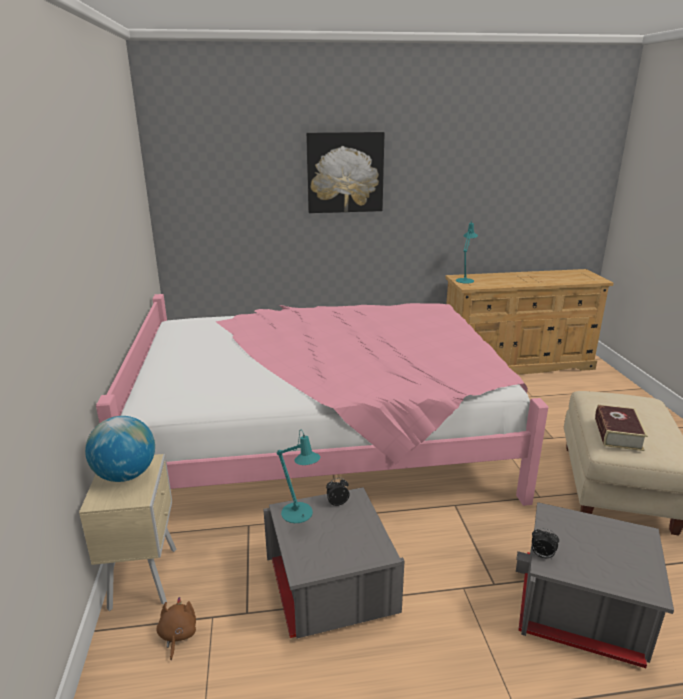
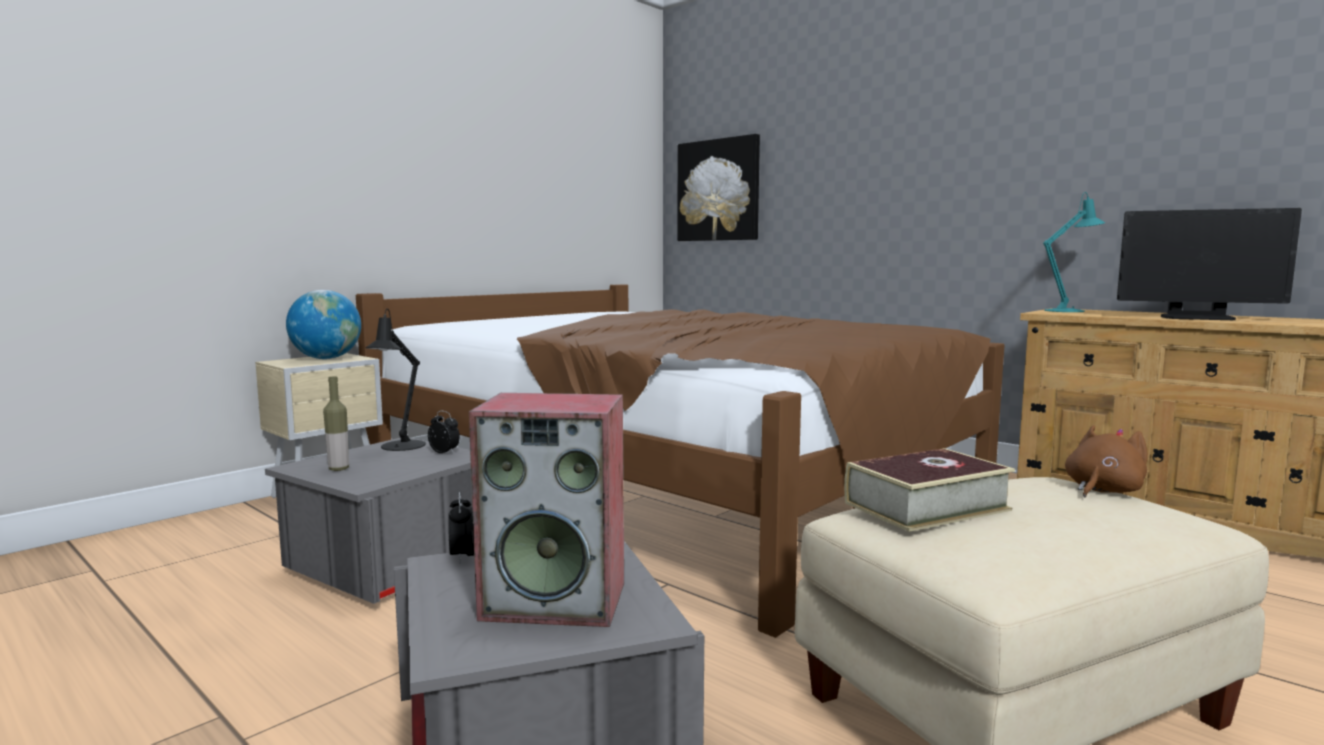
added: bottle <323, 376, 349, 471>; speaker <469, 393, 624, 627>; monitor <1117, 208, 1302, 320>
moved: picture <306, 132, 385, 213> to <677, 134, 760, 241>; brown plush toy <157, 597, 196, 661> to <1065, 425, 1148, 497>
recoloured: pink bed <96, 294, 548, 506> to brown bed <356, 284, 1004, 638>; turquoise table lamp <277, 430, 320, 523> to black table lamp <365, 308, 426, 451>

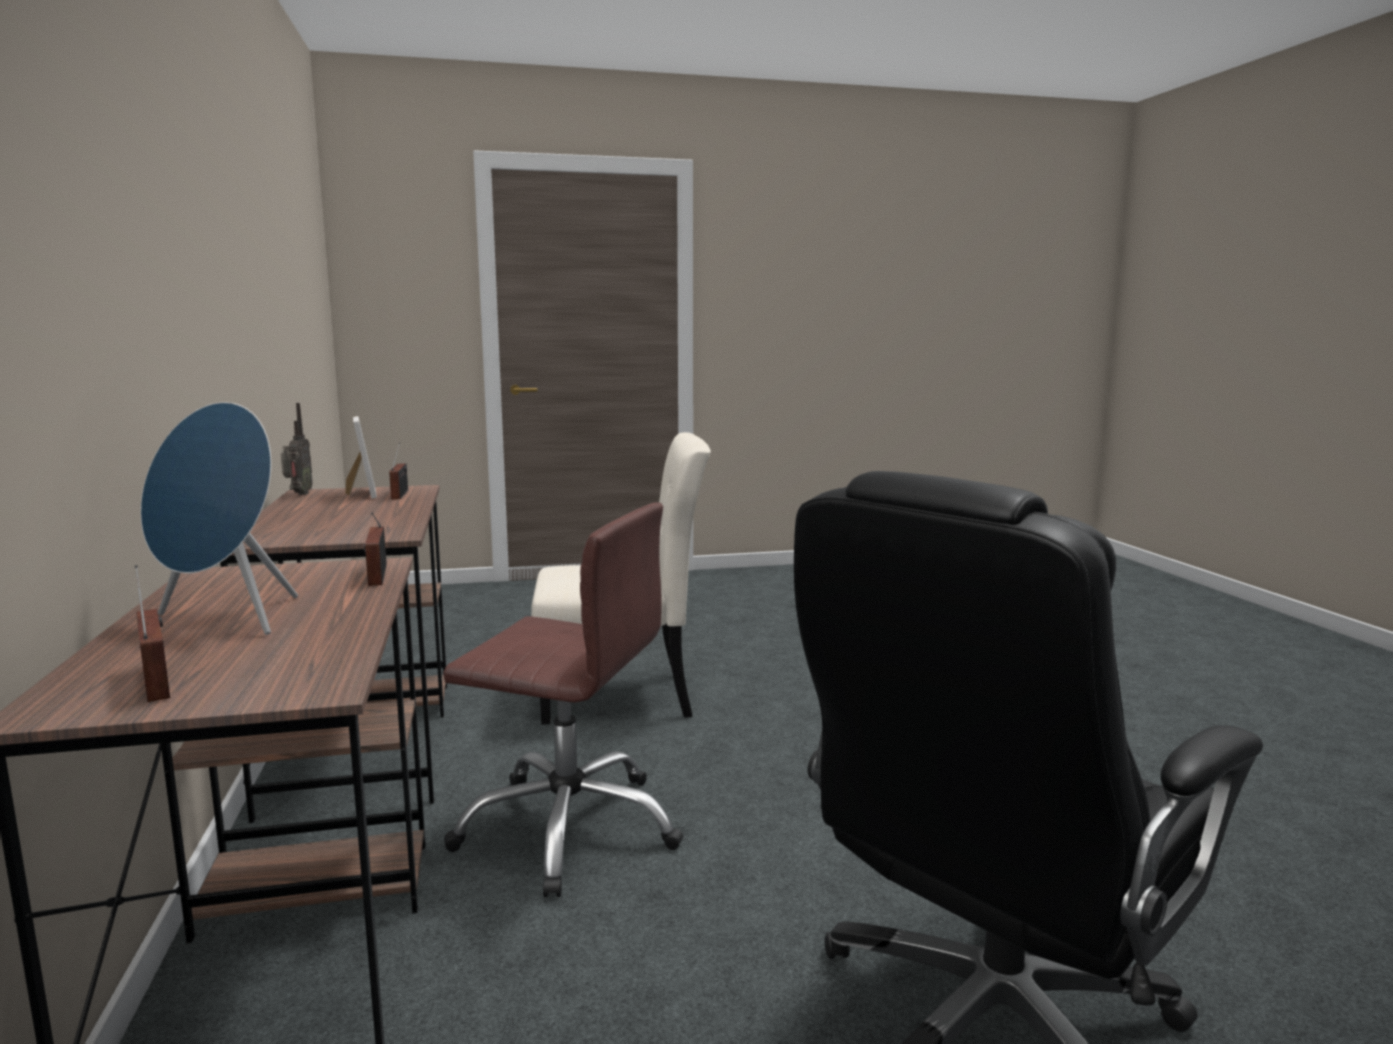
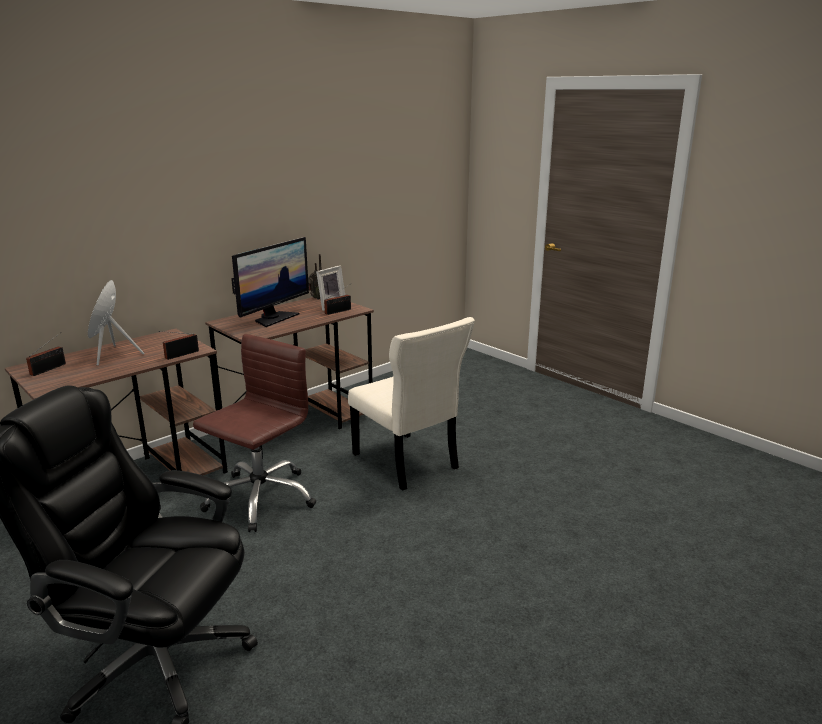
added: monitor <231, 237, 309, 327>
turned: brown office chair <443, 502, 683, 897> = <193, 334, 316, 532> 135 degrees counterclockwise

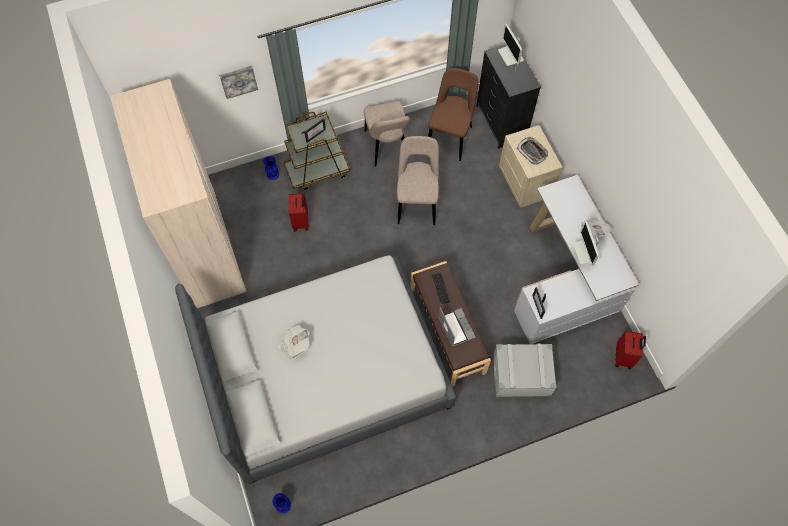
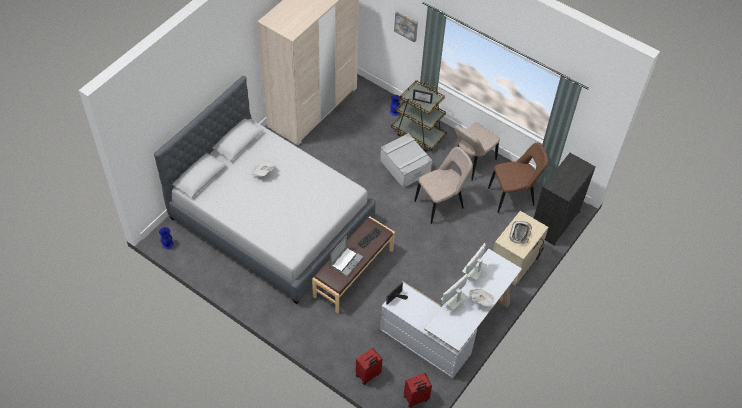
moved: red suitcase <288, 193, 308, 231> to <356, 348, 382, 385>; grey storage box <493, 344, 557, 397> to <380, 133, 432, 188>; monitor <498, 24, 524, 70> to <462, 243, 487, 283>

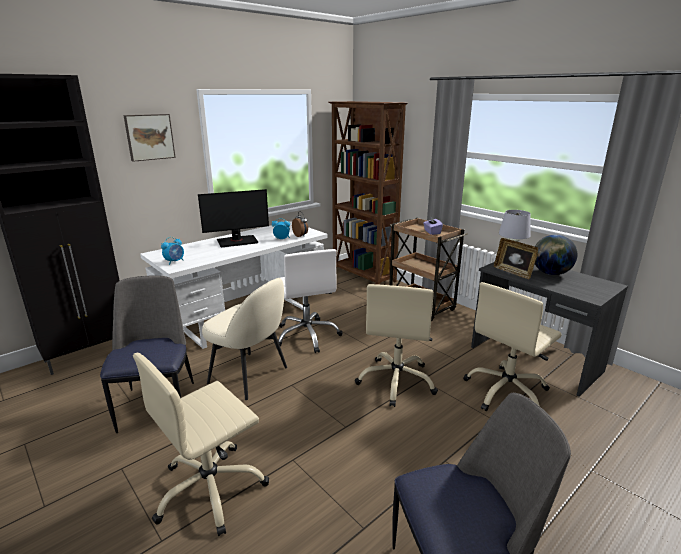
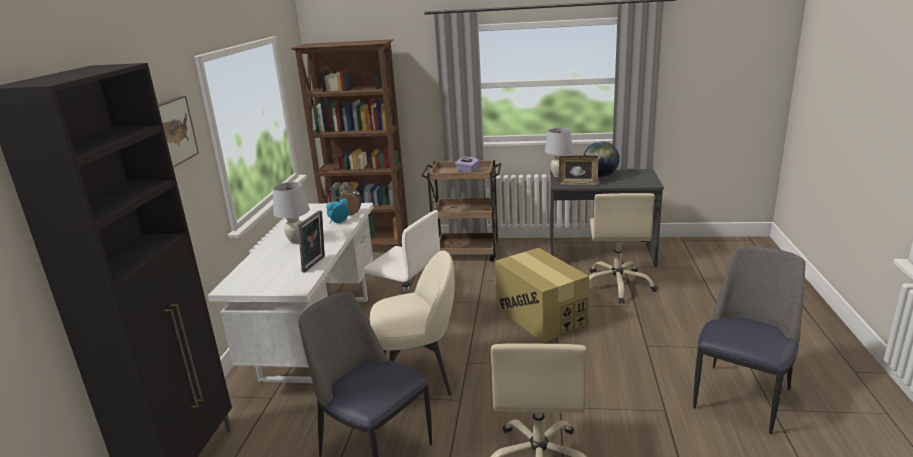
removed: alarm clock <161, 237, 184, 265>
added: picture frame <298, 210, 325, 273>
replaced: monitor <198, 189, 269, 247> to white table lamp <273, 182, 310, 244>; beige office chair <355, 284, 438, 407> to cardboard box <495, 248, 589, 343>

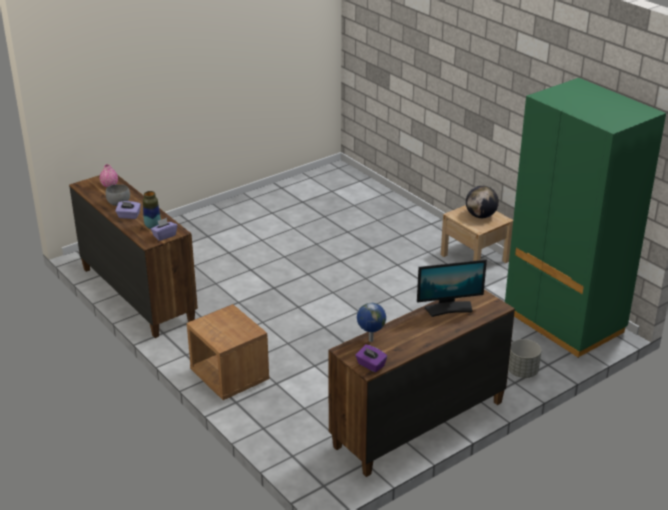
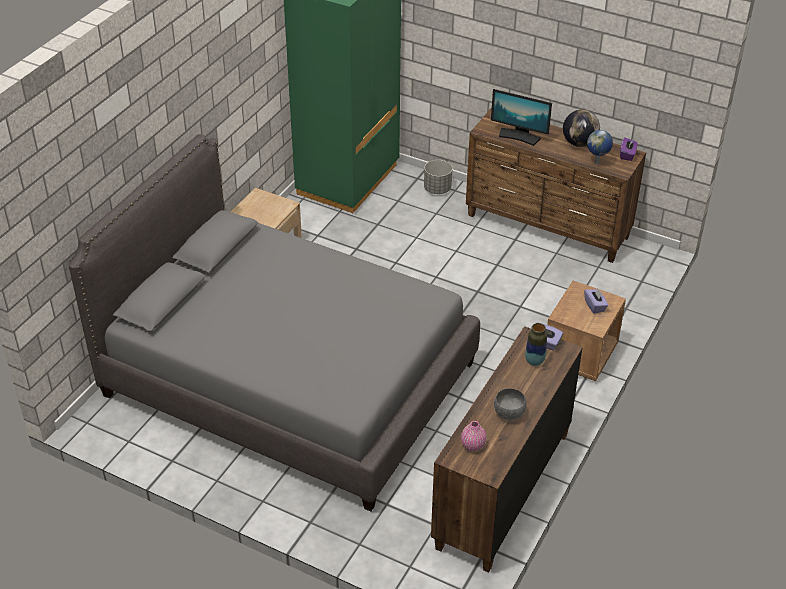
added: grey bed <69, 134, 480, 512>
moved: globe <466, 186, 499, 218> to <563, 110, 600, 147>; purple tissue box <115, 201, 141, 219> to <584, 289, 608, 314>
turned: monitor <417, 260, 487, 317> = <491, 89, 552, 146> 150 degrees clockwise

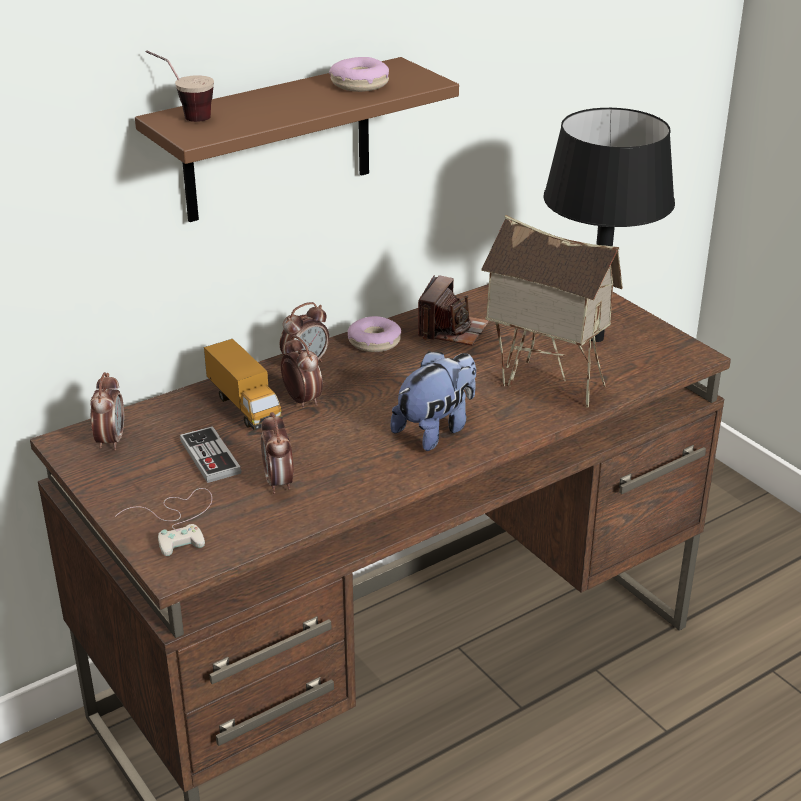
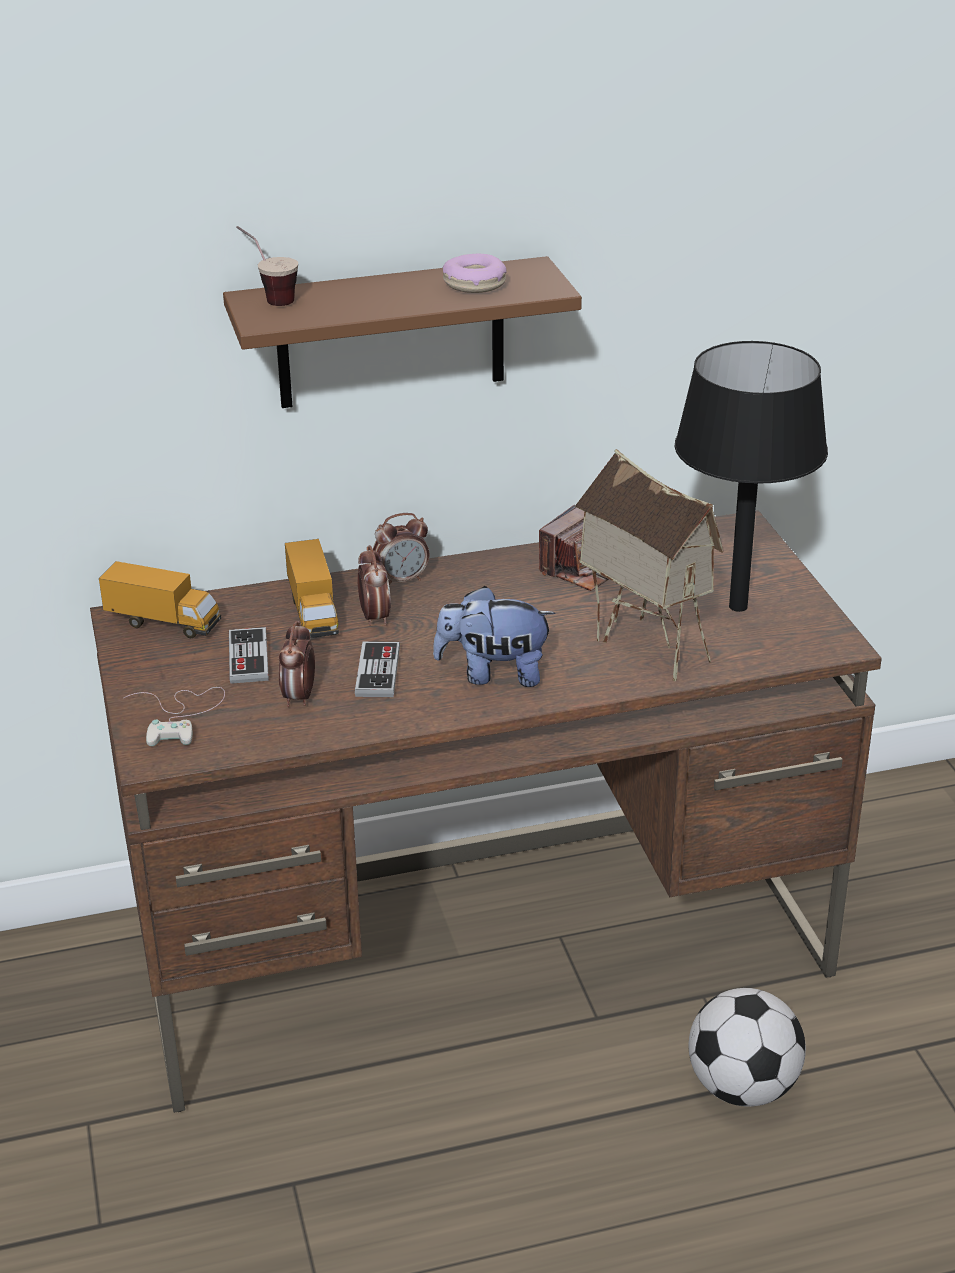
removed: donut <347, 316, 401, 352>
added: game controller <355, 641, 400, 697>; football <689, 988, 806, 1107>
replaced: alarm clock <90, 372, 124, 450> to toy truck <99, 561, 221, 638>
turned: plush toy <391, 351, 476, 451> = <433, 586, 556, 687> 150 degrees counterclockwise

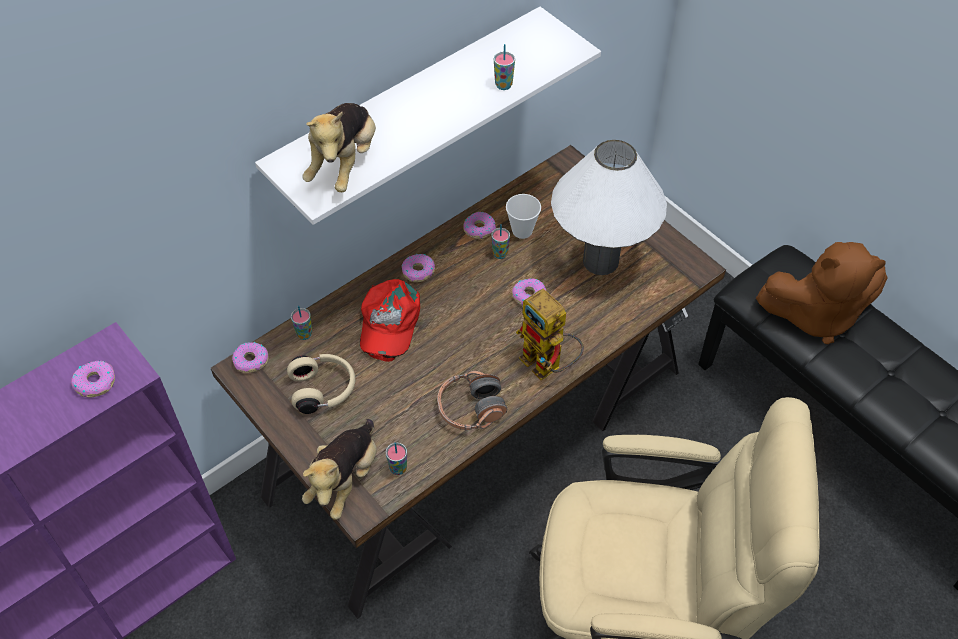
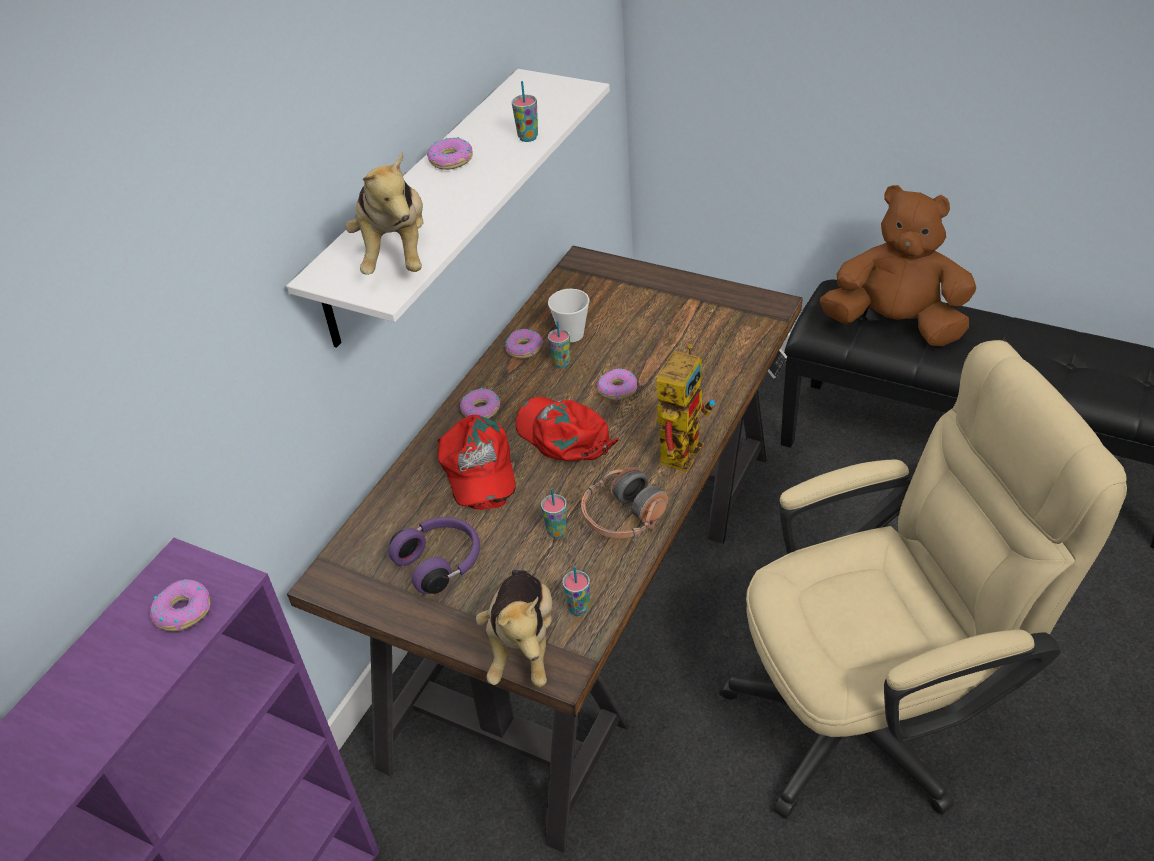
removed: white table lamp <551, 140, 667, 275>
added: red cap <516, 397, 619, 461>
moved: donut <232, 342, 269, 373> to <427, 137, 473, 170>; cup <291, 306, 312, 340> to <541, 489, 567, 538>
recoloured: beige headphones <287, 354, 356, 414> to purple headphones <389, 517, 480, 594>
turned: toy robot <516, 289, 584, 380> = <657, 344, 715, 472> 90 degrees counterclockwise; brown plush toy <756, 242, 888, 344> = <820, 185, 976, 346> 135 degrees counterclockwise

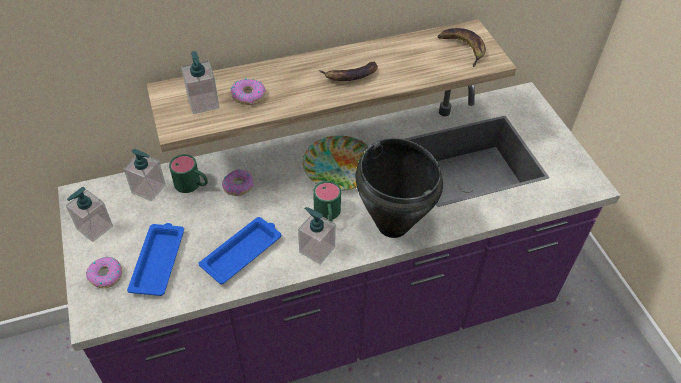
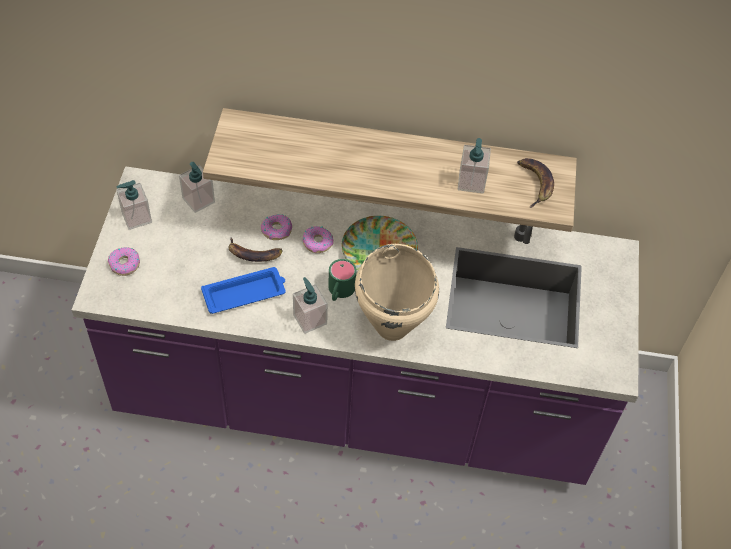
removed: blue tray <127, 223, 184, 296>; green mug <169, 154, 208, 193>
moved: banana <319, 62, 378, 81> to <228, 237, 283, 262>; donut <231, 78, 266, 105> to <302, 226, 334, 253>; soap dispenser <181, 51, 220, 114> to <457, 138, 491, 194>
recoloured: black cooking pot <355, 138, 443, 238> to beige cooking pot <355, 244, 439, 341>

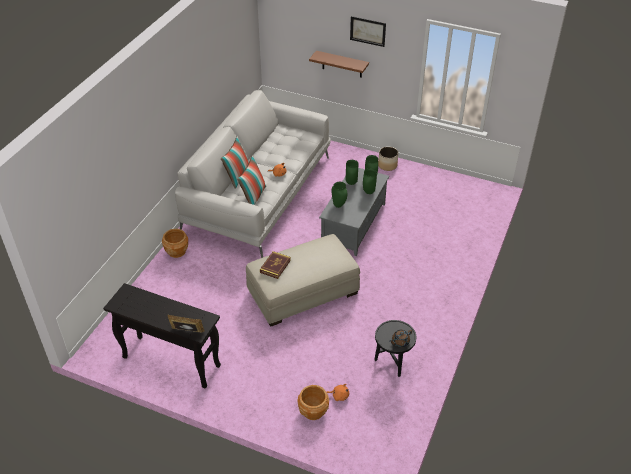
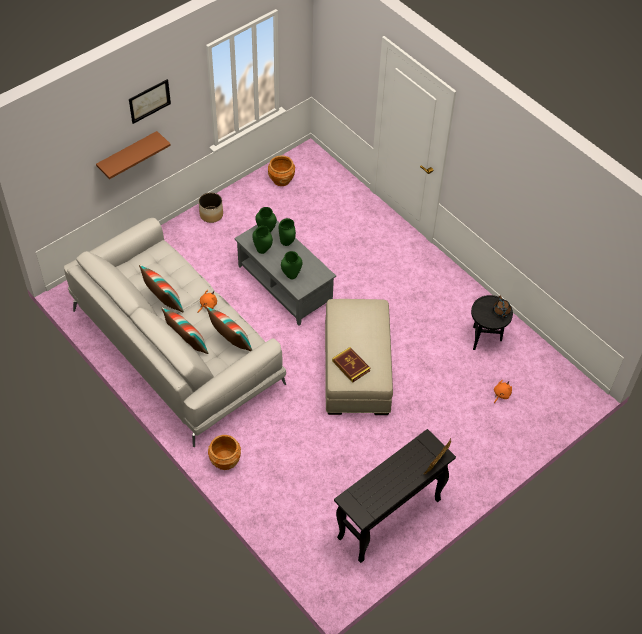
added: pillow <139, 265, 184, 312>
moved: brown planter <298, 385, 329, 420> to <268, 155, 295, 186>

